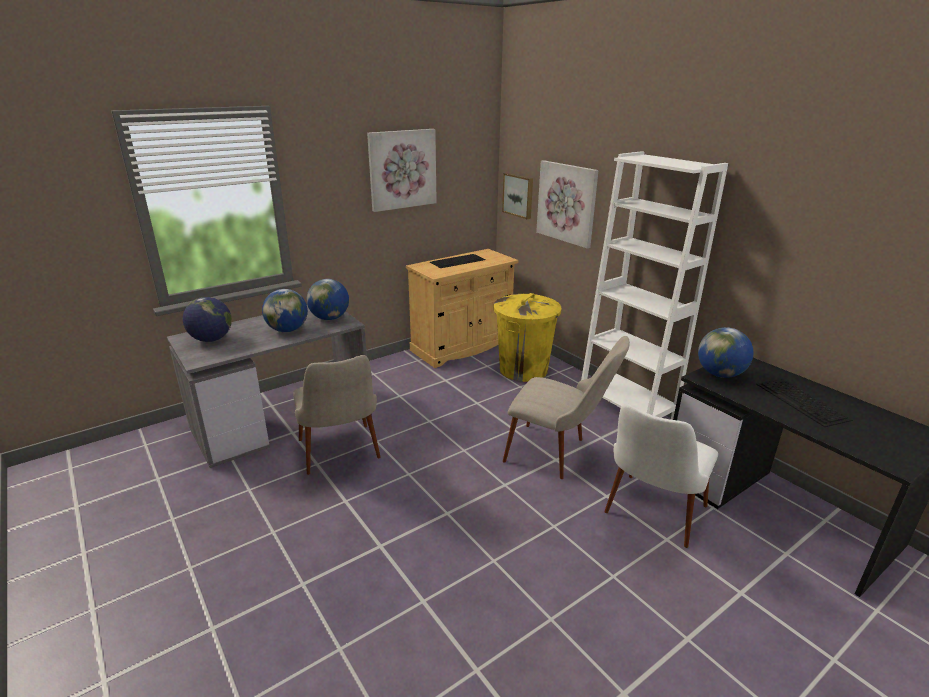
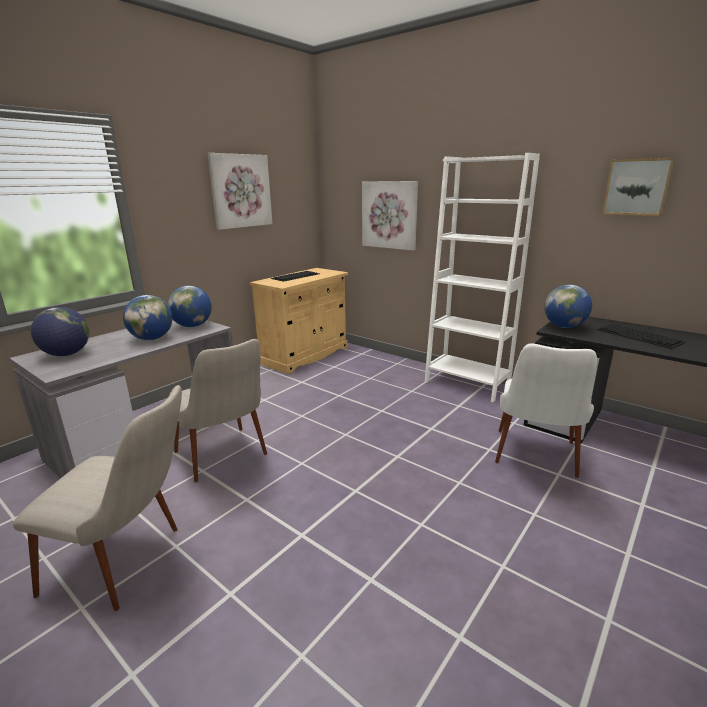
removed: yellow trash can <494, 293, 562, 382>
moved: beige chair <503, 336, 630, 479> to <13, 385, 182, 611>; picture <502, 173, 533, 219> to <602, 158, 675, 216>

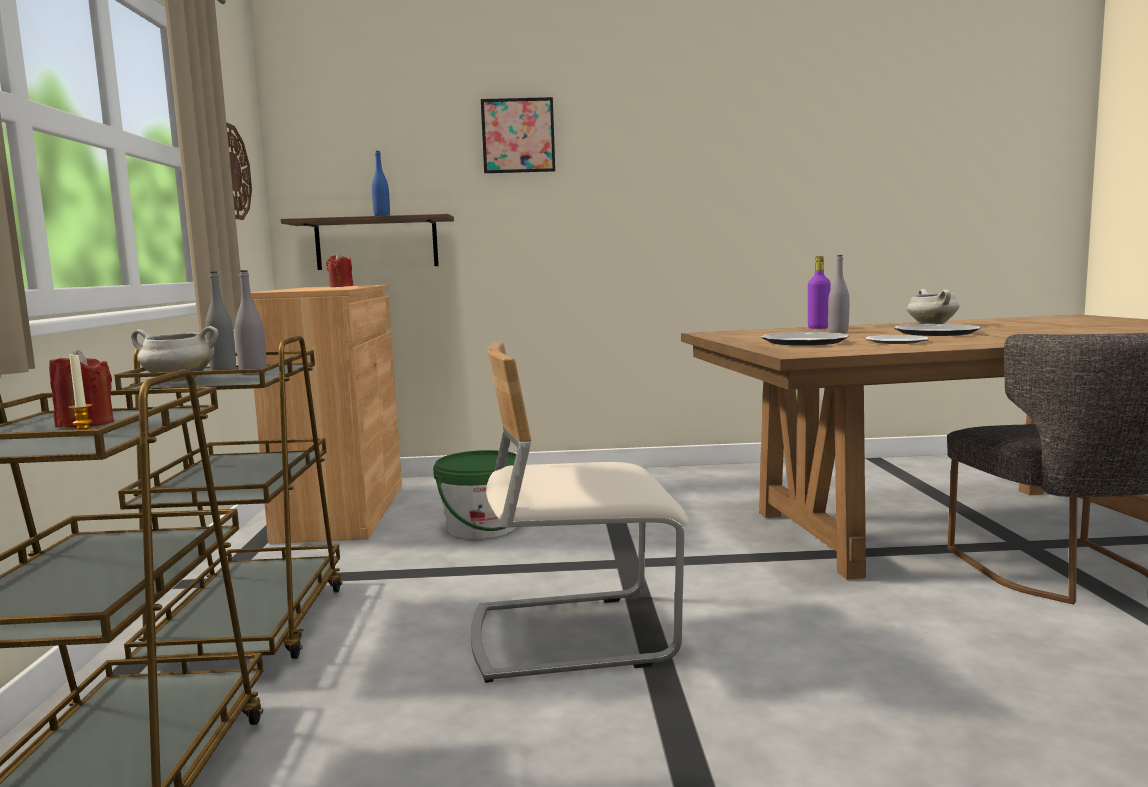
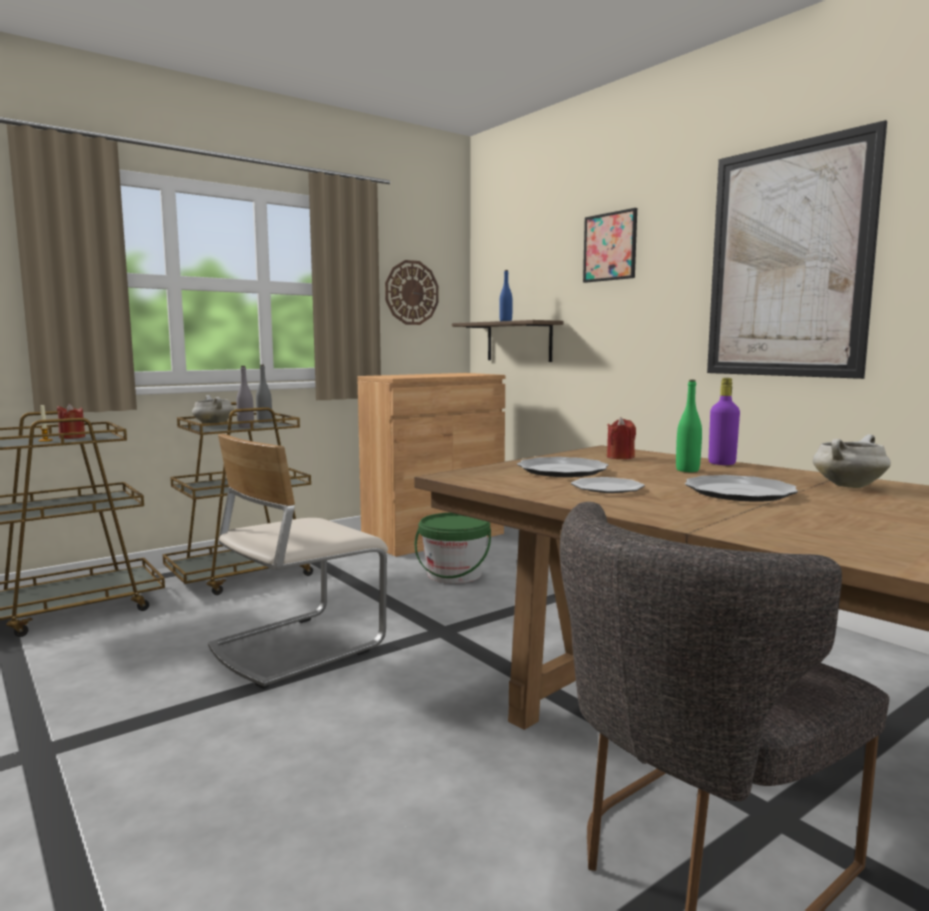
added: picture <707, 120, 887, 379>
moved: red candle <326, 253, 354, 287> to <607, 417, 636, 459>
recoloured: grey bottle <828, 255, 849, 333> to green bottle <676, 380, 702, 472>
turned: beige chair <471, 342, 688, 683> = <208, 434, 388, 689> 90 degrees counterclockwise

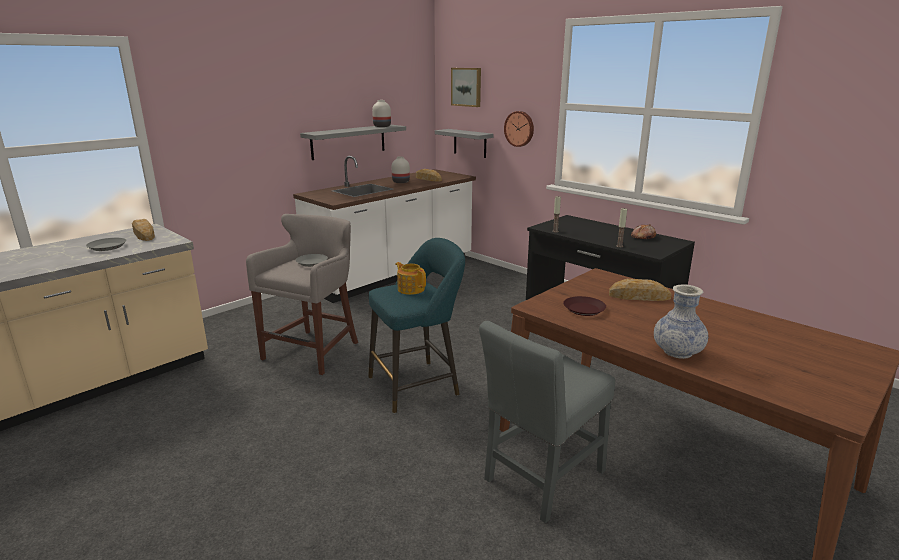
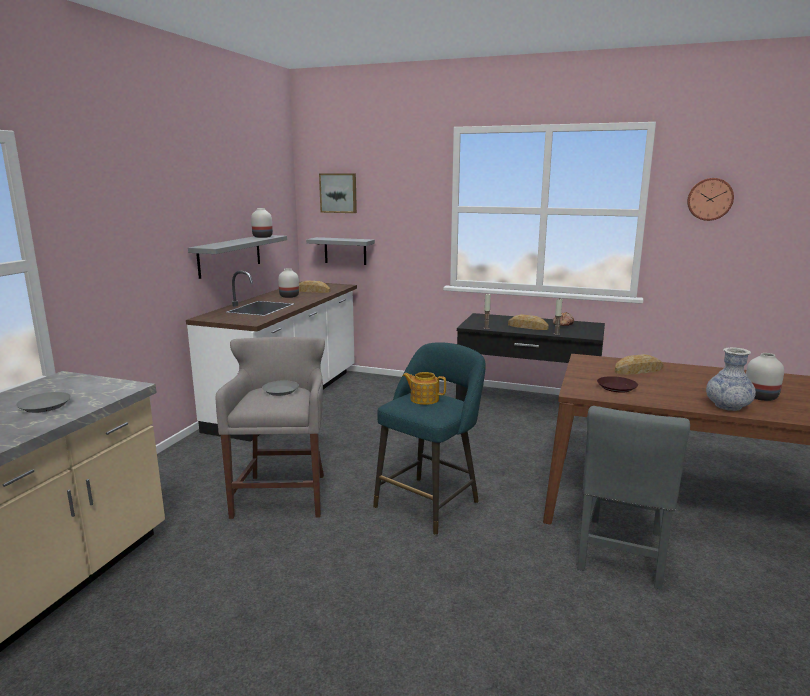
added: white vase <746, 353, 784, 401>
moved: bread <132, 219, 155, 241> to <508, 314, 549, 330>; wall clock <504, 111, 534, 147> to <687, 178, 734, 221>

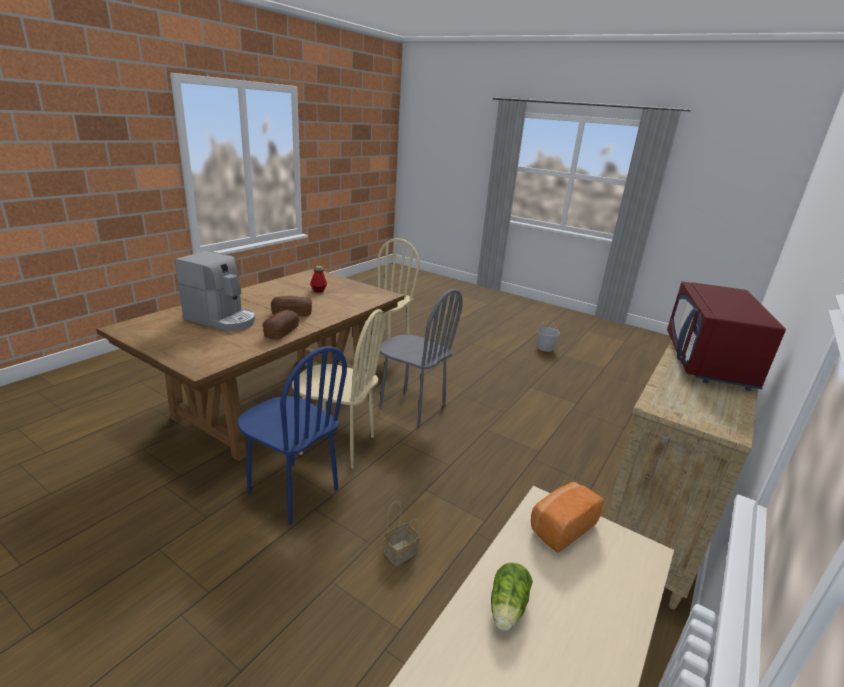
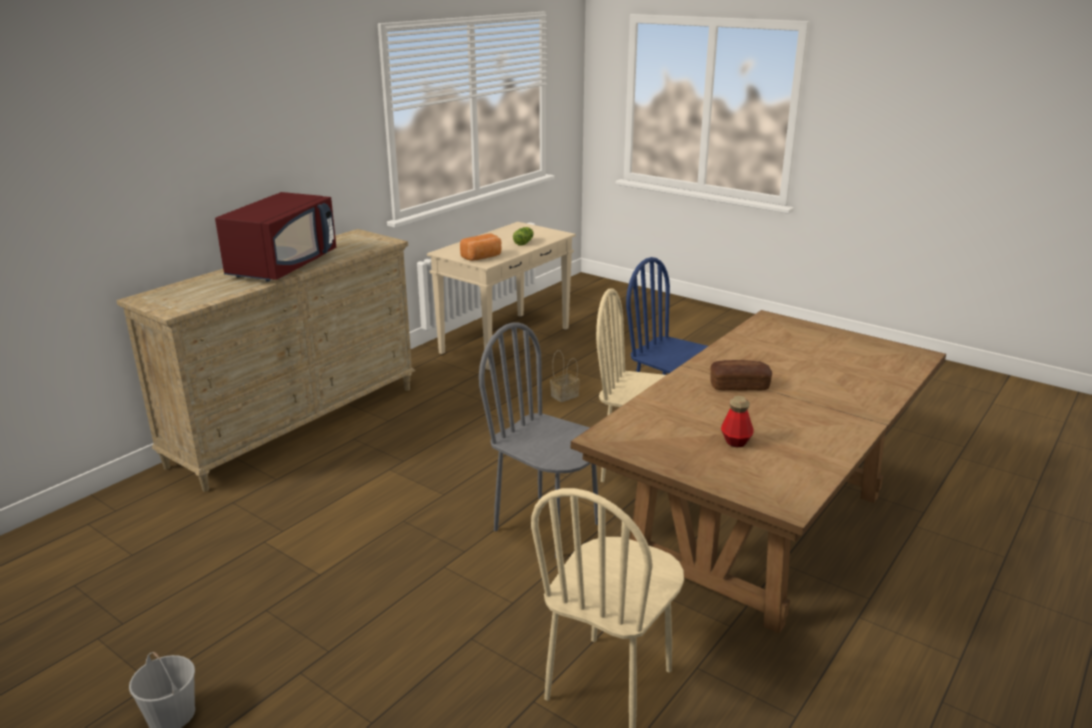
removed: coffee machine <175, 251, 256, 331>; bread <263, 310, 299, 339>

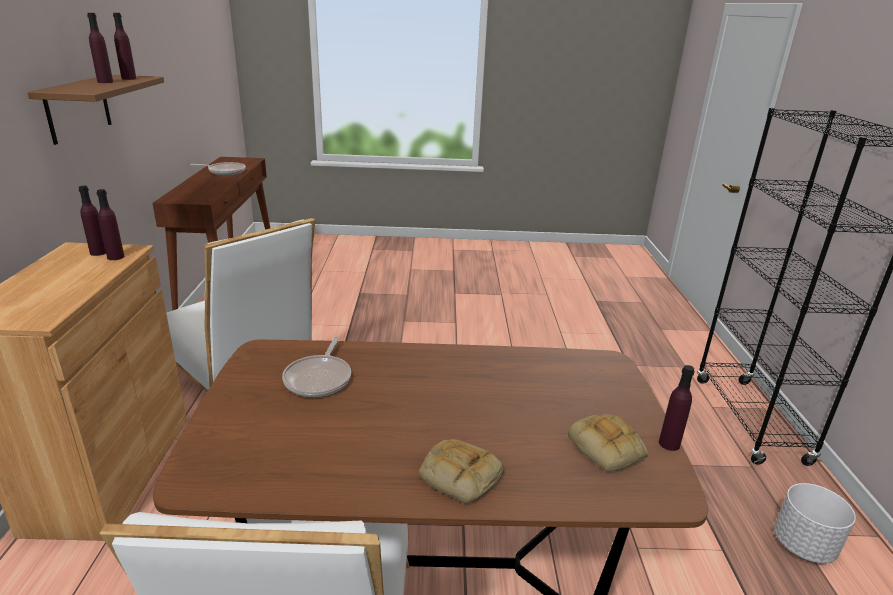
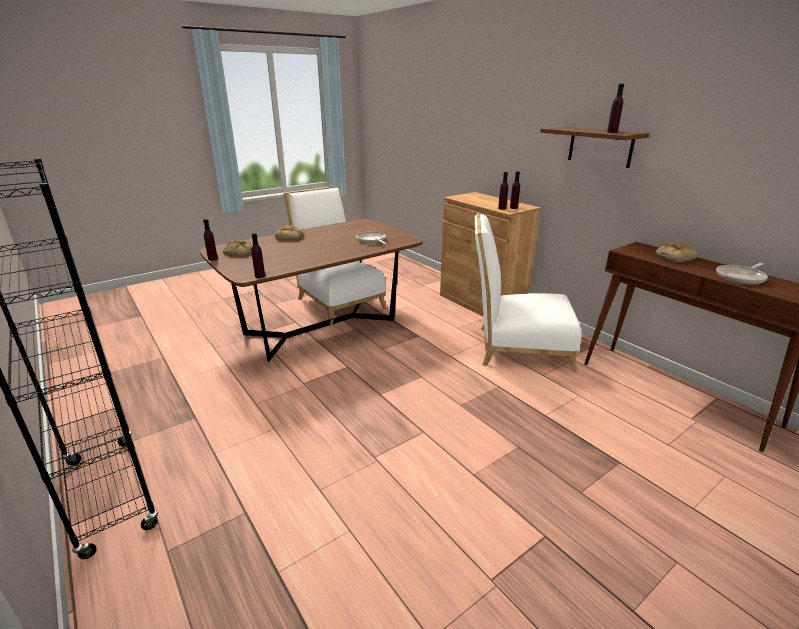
removed: white planter <774, 483, 856, 563>
added: bread <655, 242, 697, 263>
moved: purple bottle <87, 13, 113, 83> to <251, 233, 265, 278>

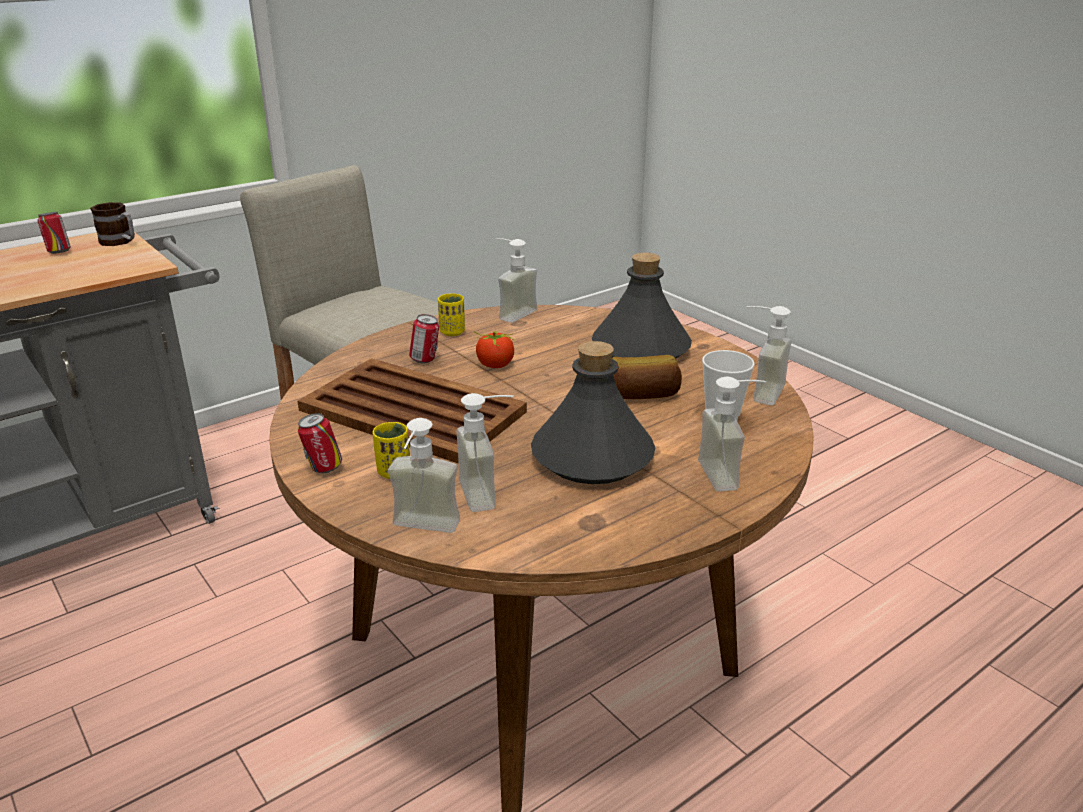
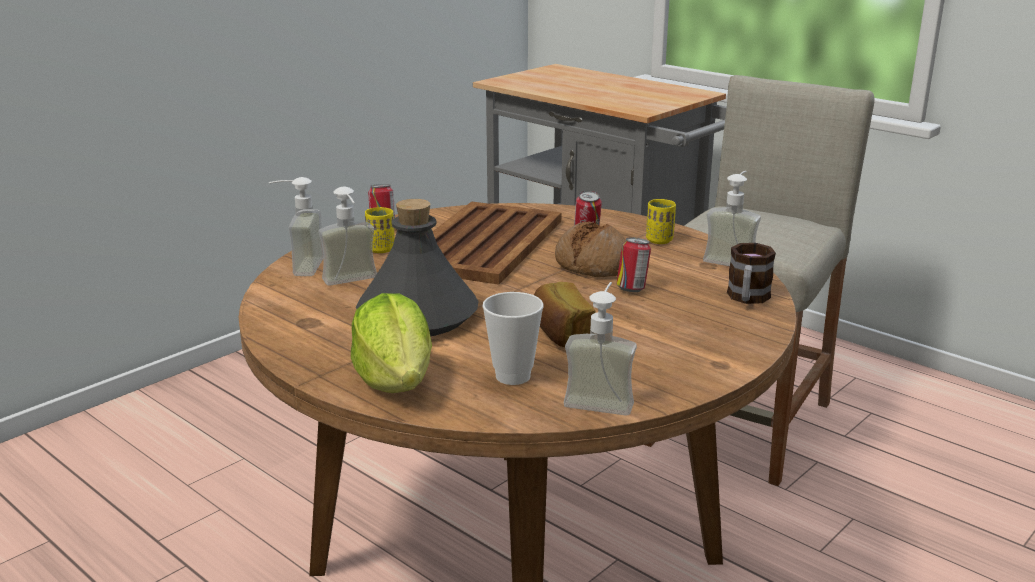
removed: grey bottle <592, 253, 692, 358>
moved: can <37, 212, 71, 254> to <617, 237, 651, 292>; mug <90, 202, 135, 246> to <727, 243, 776, 304>
replaced: soap dispenser <698, 377, 766, 492> to lettuce <351, 293, 432, 393>; tomato <474, 330, 516, 368> to bread <555, 222, 626, 277>

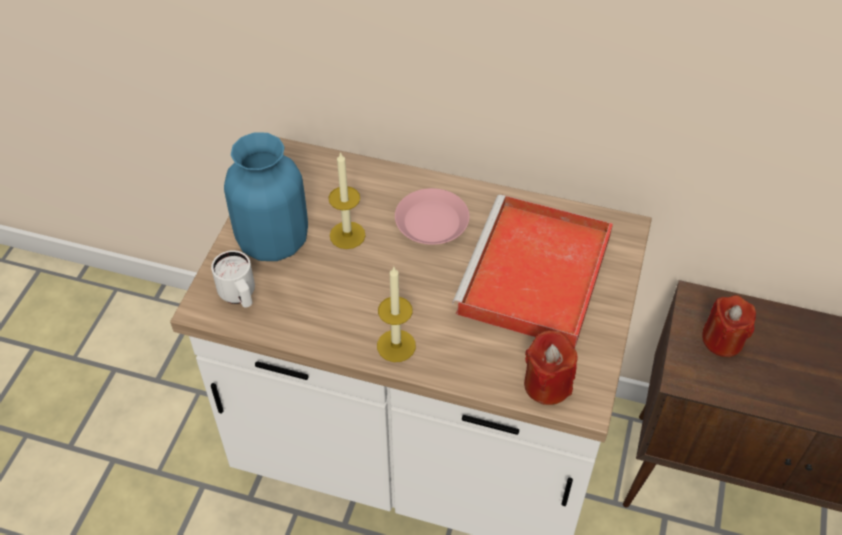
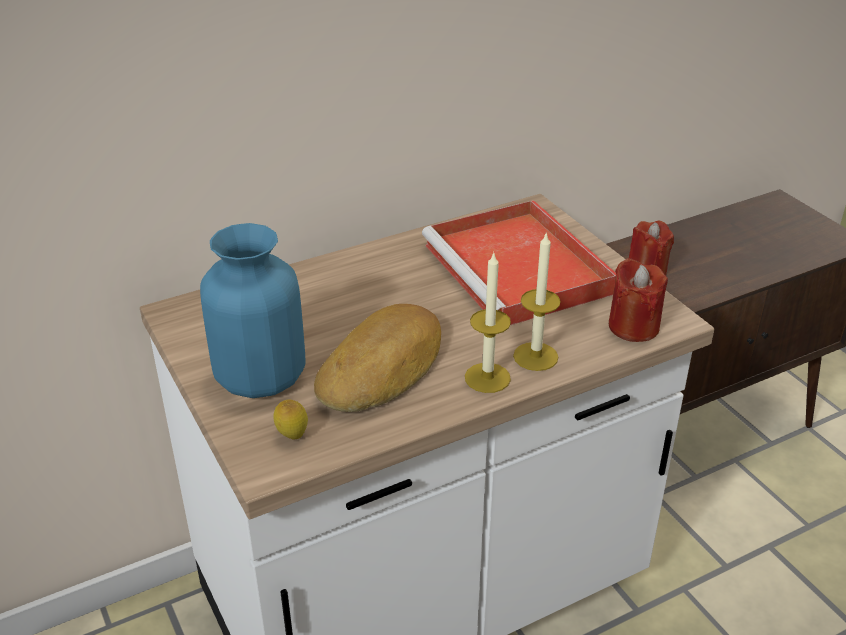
removed: pink plate <395, 188, 470, 245>
added: bread <314, 304, 441, 412>
moved: candle <328, 152, 366, 249> to <513, 232, 561, 371>
replaced: white mug <211, 250, 255, 308> to lemon <273, 399, 308, 440>

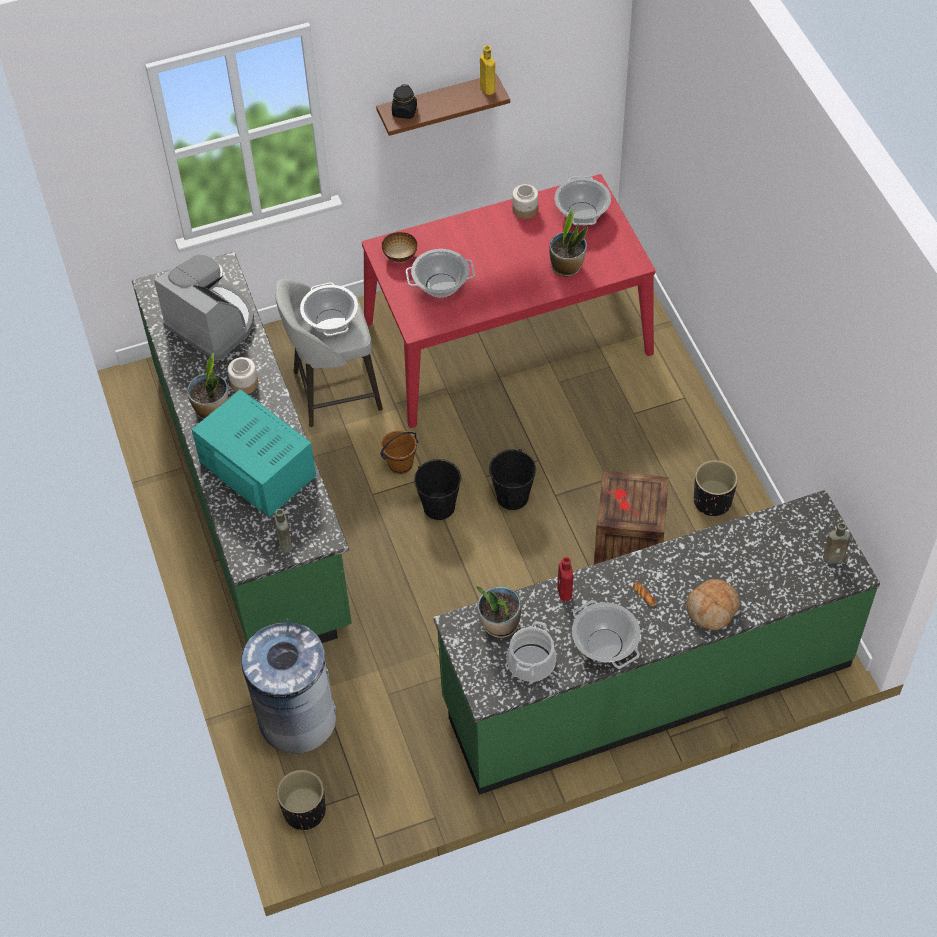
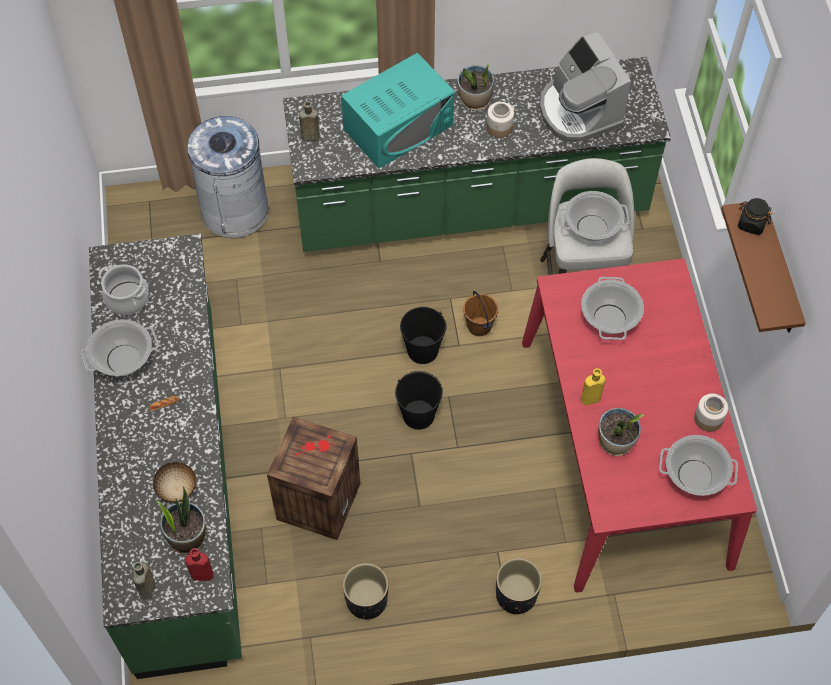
removed: bread <686, 579, 740, 630>
moved: bowl <382, 232, 417, 262> to <153, 462, 196, 502>; potted plant <477, 586, 521, 638> to <156, 486, 206, 555>; red bottle <557, 557, 574, 601> to <185, 548, 213, 581>; black planter <277, 770, 326, 831> to <496, 558, 542, 615>; yellow bottle <480, 46, 495, 95> to <581, 368, 606, 405>
turned: coffee machine <154, 254, 254, 360> = <540, 32, 631, 142> 105 degrees clockwise

